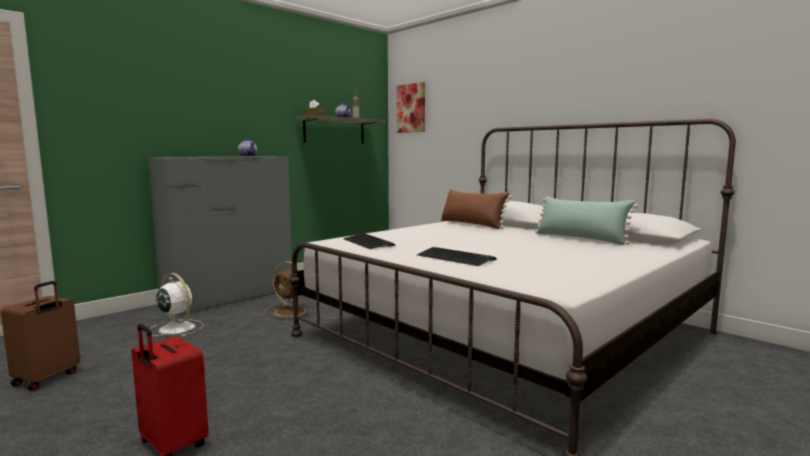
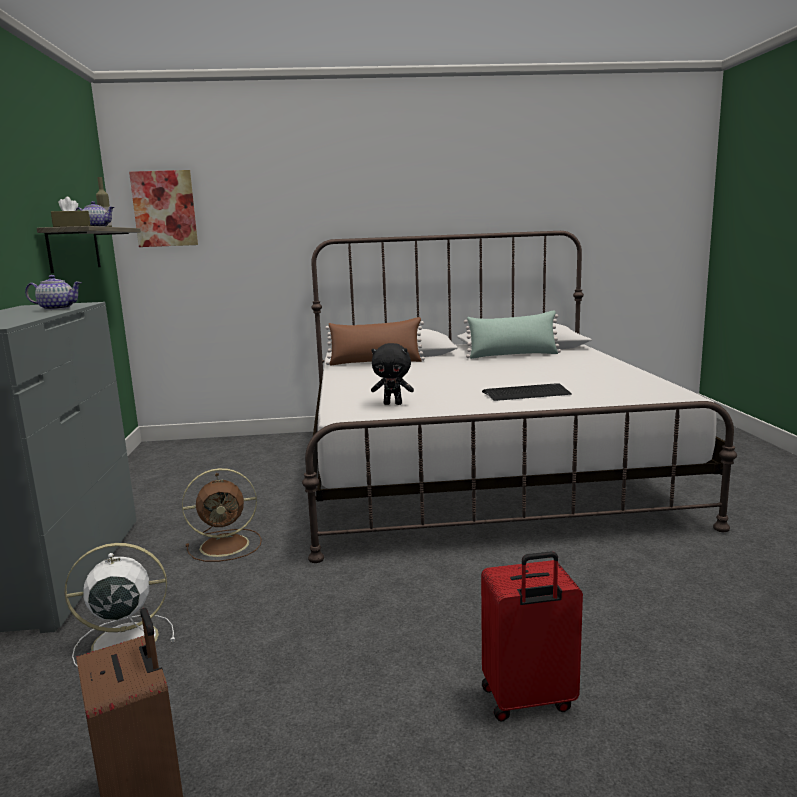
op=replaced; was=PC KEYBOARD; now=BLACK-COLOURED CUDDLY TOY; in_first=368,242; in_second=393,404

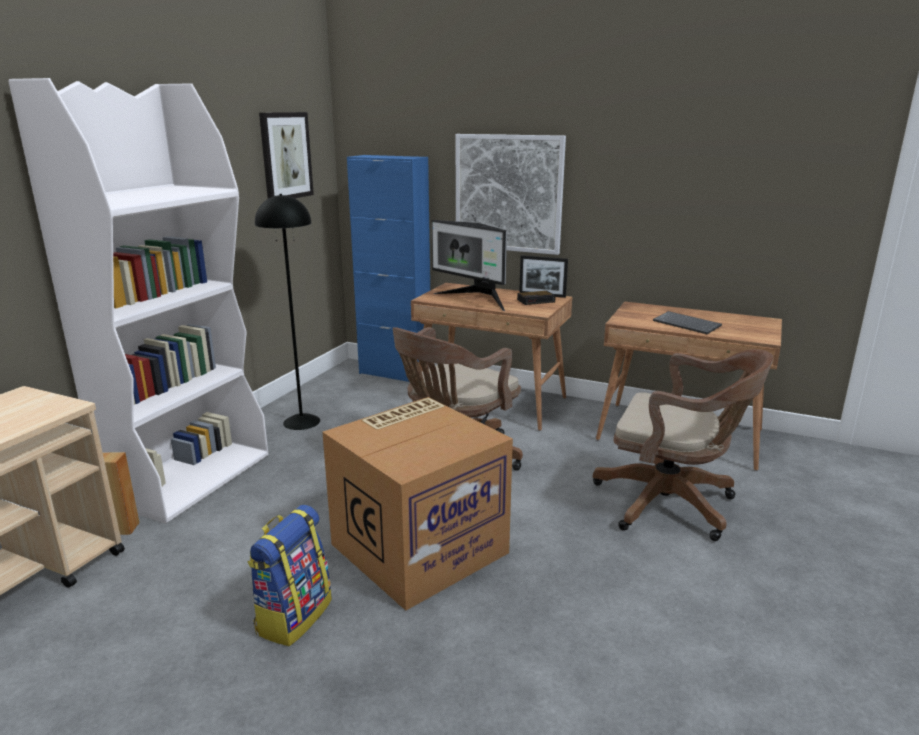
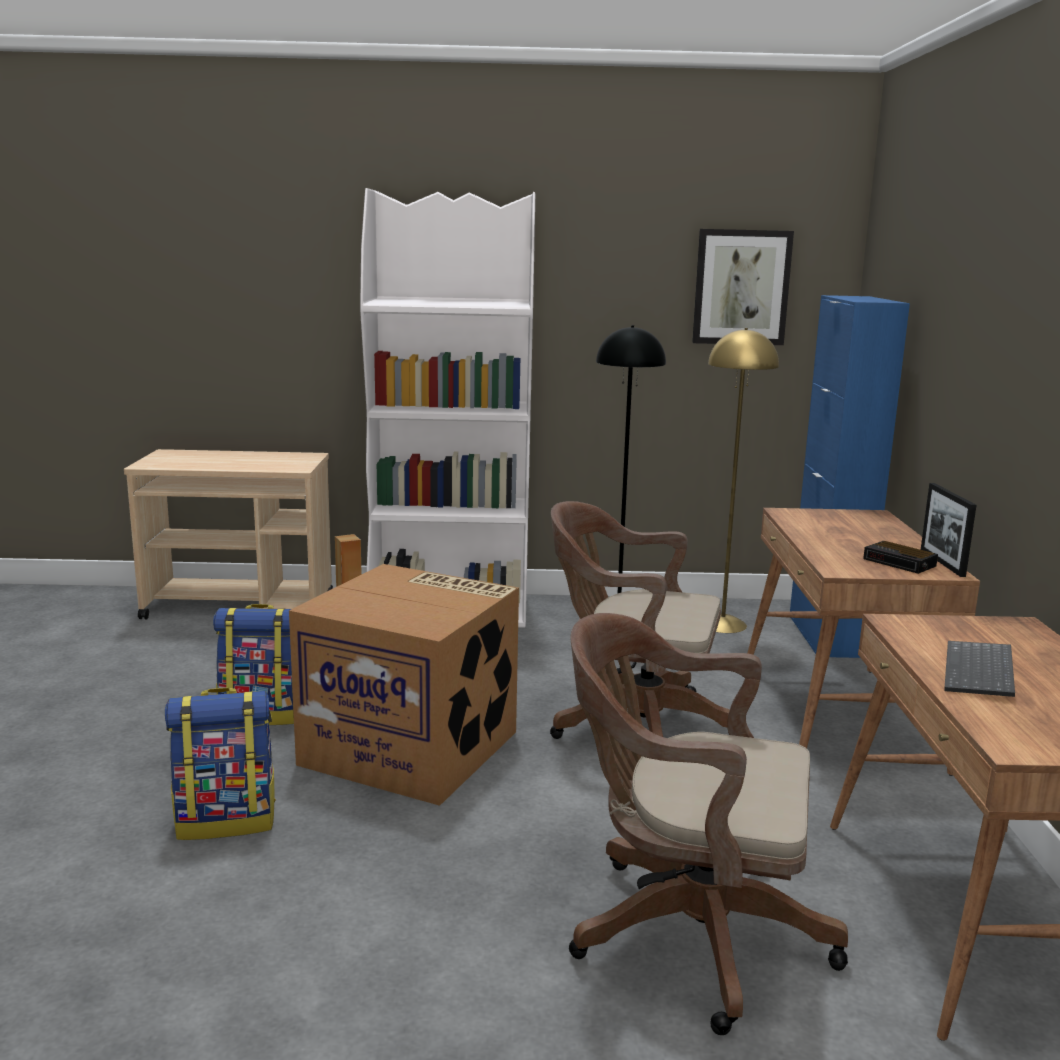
op=removed; was=WALL PICTURE; in_first=508,193
op=removed; was=MONITOR; in_first=476,299
op=turned; was=BROWNISH DESK CHAIR; in_first=672,504; in_second=686,932; clockwise=105
op=added; now=YELLOW-COLOURED FLOOR LAMP; in_second=722,624
op=added; now=RUCKSACK; in_second=227,820

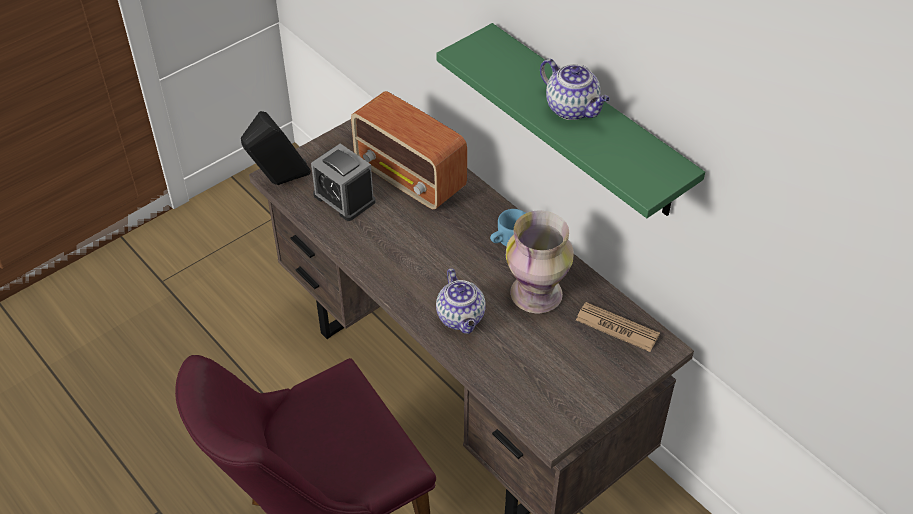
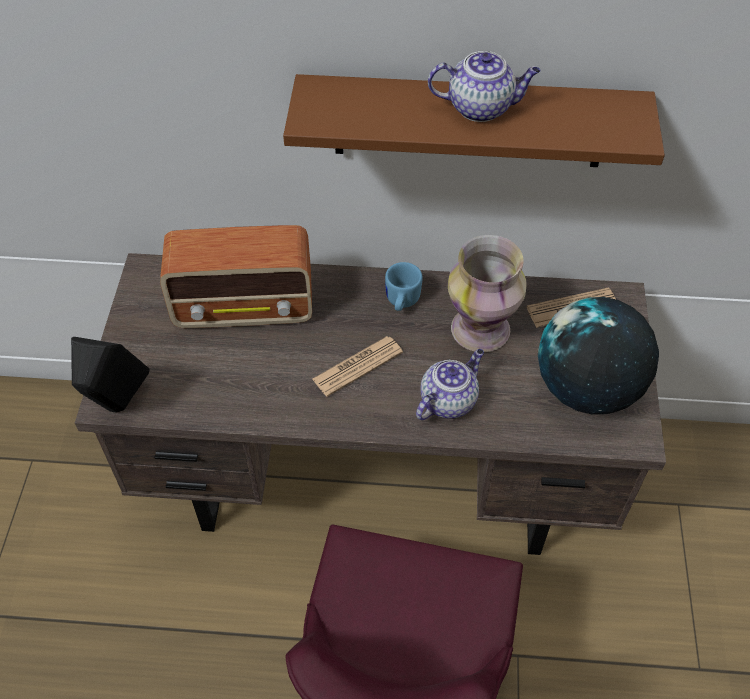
op=recoloured; was=GREEN WALL SHELF; now=BROWNISH WALL SHELF; in_first=588,123; in_second=469,121
op=removed; was=ALARM CLOCK; in_first=344,198
op=turned; was=POT FOR TEA; in_first=461,318; in_second=448,400; clockwise=-75
op=added; now=WORLD GLOBE; in_second=587,389
op=added; now=NEWSPAPER; in_second=357,366

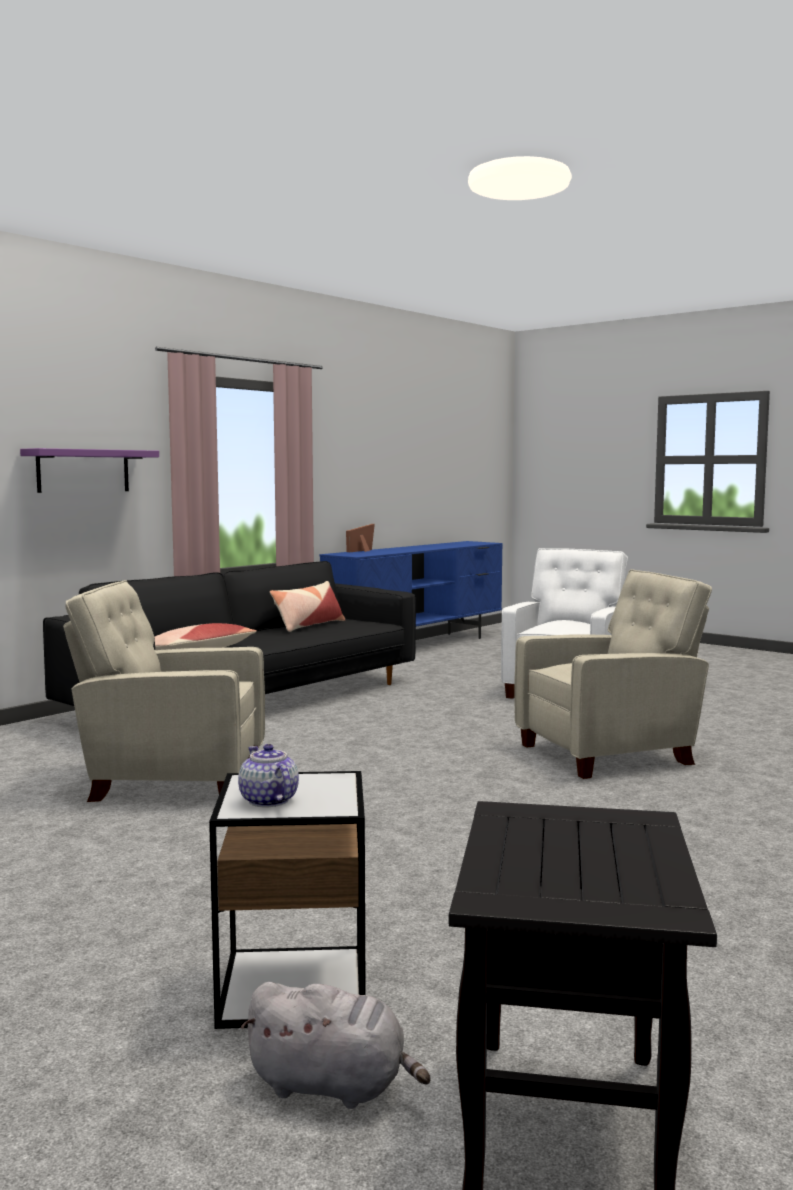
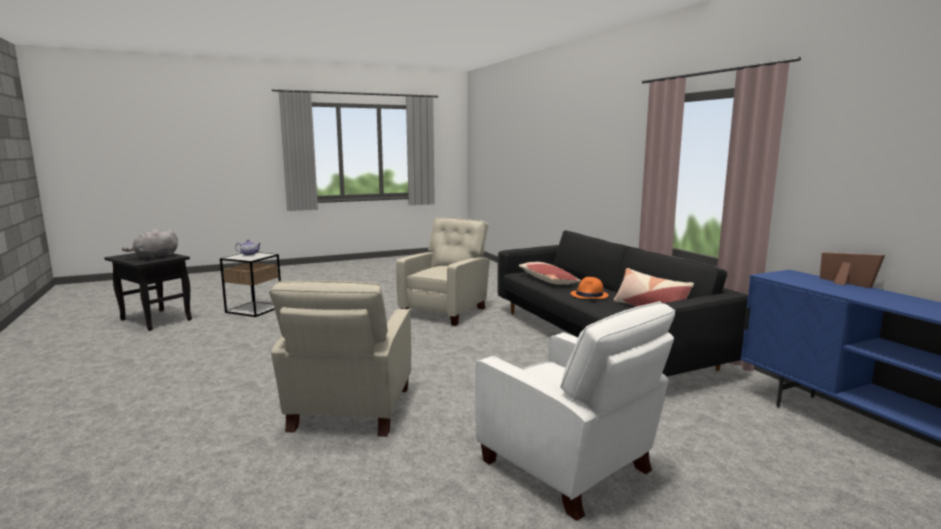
op=removed; was=PURPLE WALL SHELF; in_first=83,471
op=moved; was=GREY CUDDLY TOY; in_first=333,1086; in_second=155,256
op=added; now=ORANGE WEARABLE HAT; in_second=589,295

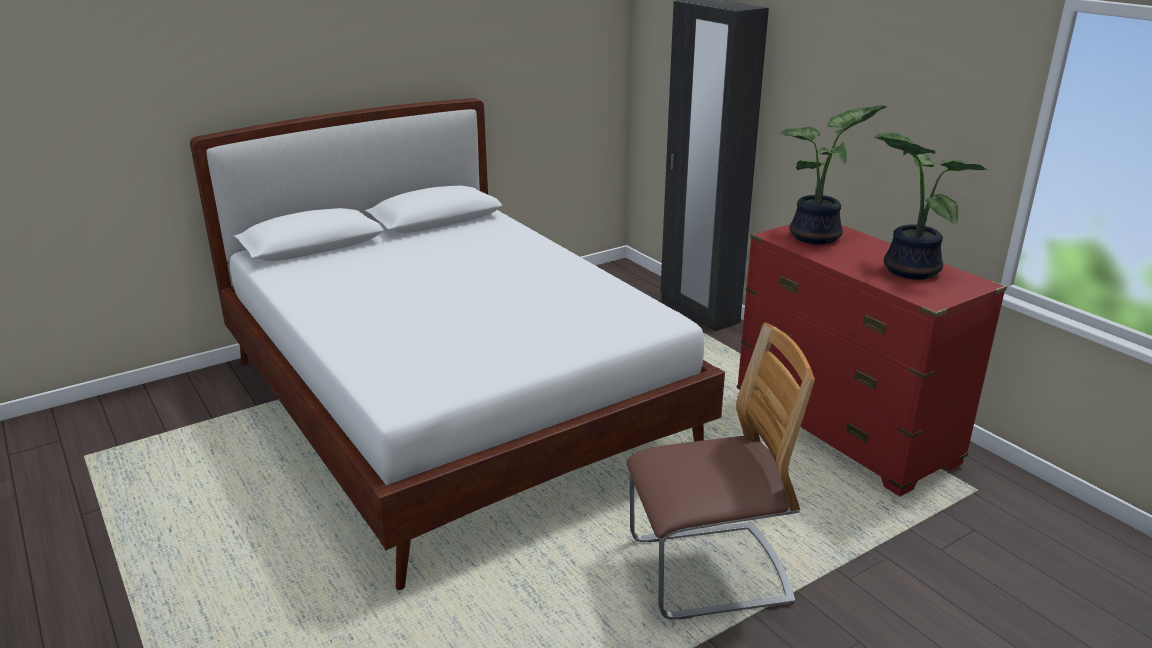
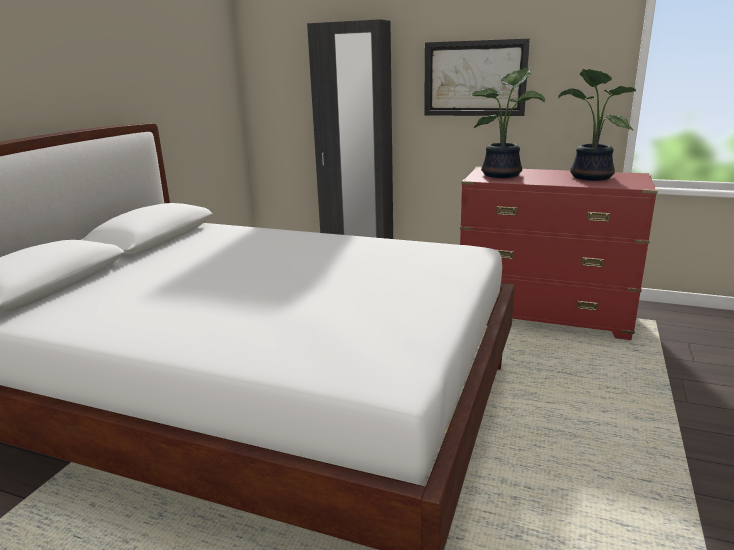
op=removed; was=CHAIR; in_first=708,571
op=added; now=WALL PICTURE; in_second=474,78

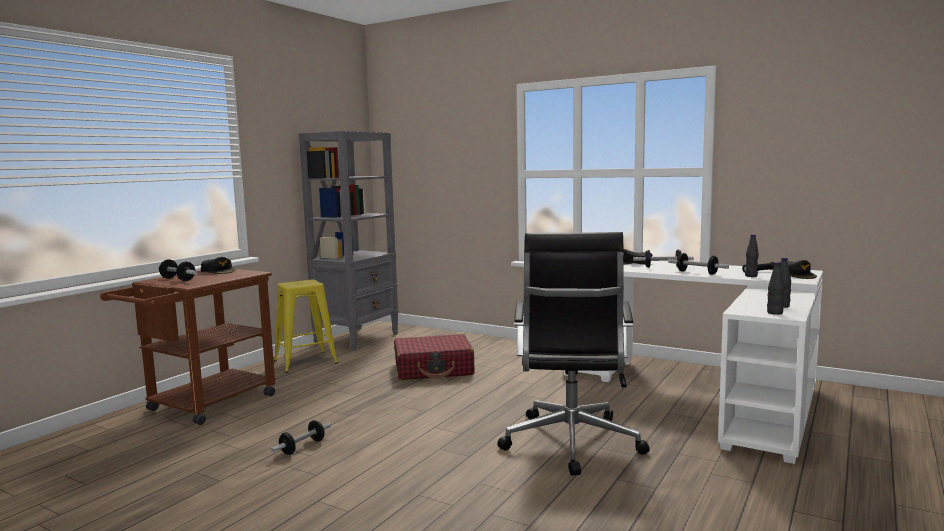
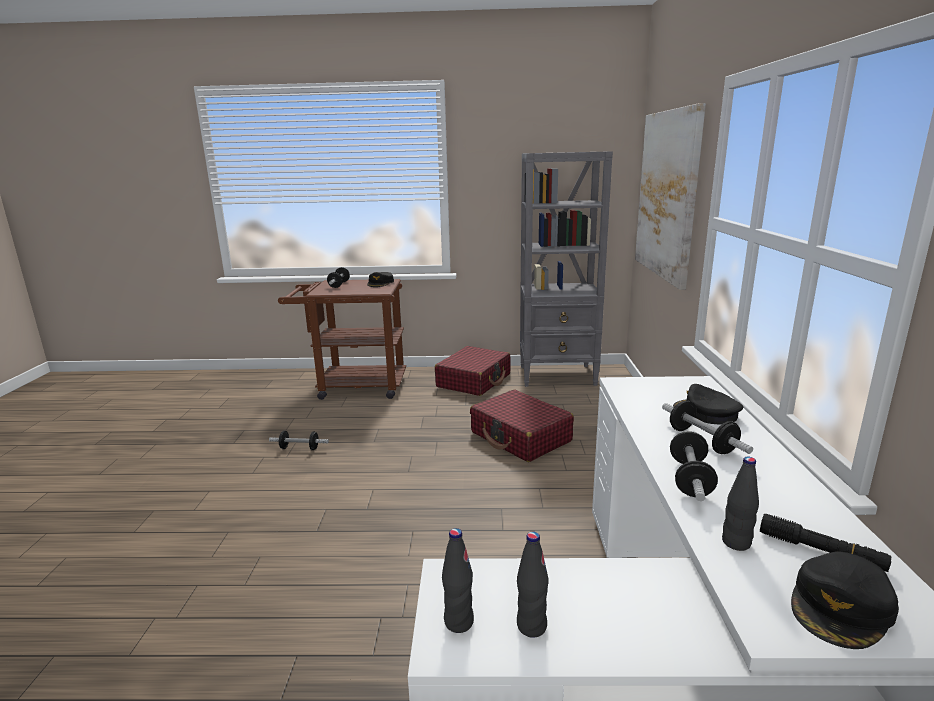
op=removed; was=BLACK-COLOURED DESK CHAIR; in_first=571,444
op=replaced; was=YELLOW-COLOURED SITTING STOOL; now=RED SUITCASE; in_first=305,362; in_second=474,380
op=added; now=WALL PICTURE; in_second=667,195

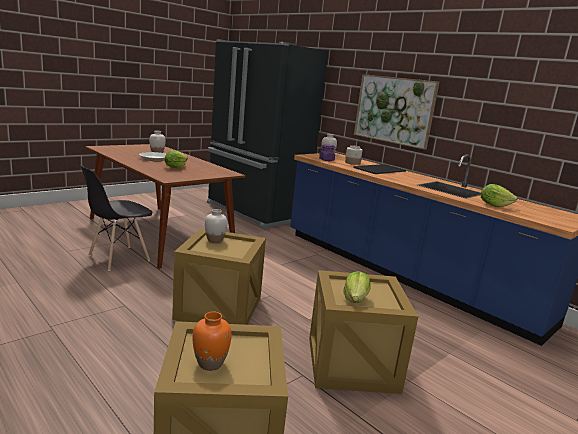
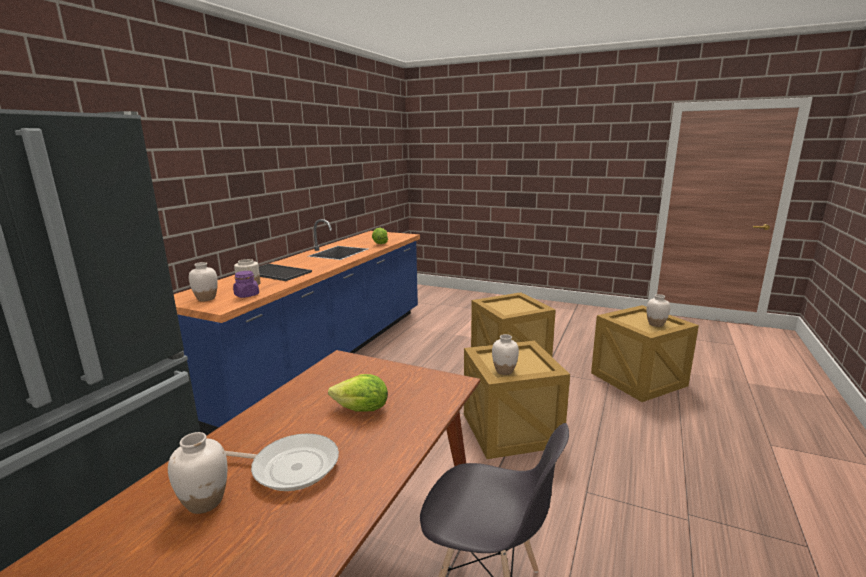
op=removed; was=WALL PICTURE; in_first=394,110
op=removed; was=LETTUCE; in_first=355,299
op=recoloured; was=ORANGE DECORATIVE VASE; now=WHITE-COLOURED DECORATIVE VASE; in_first=210,363; in_second=655,324

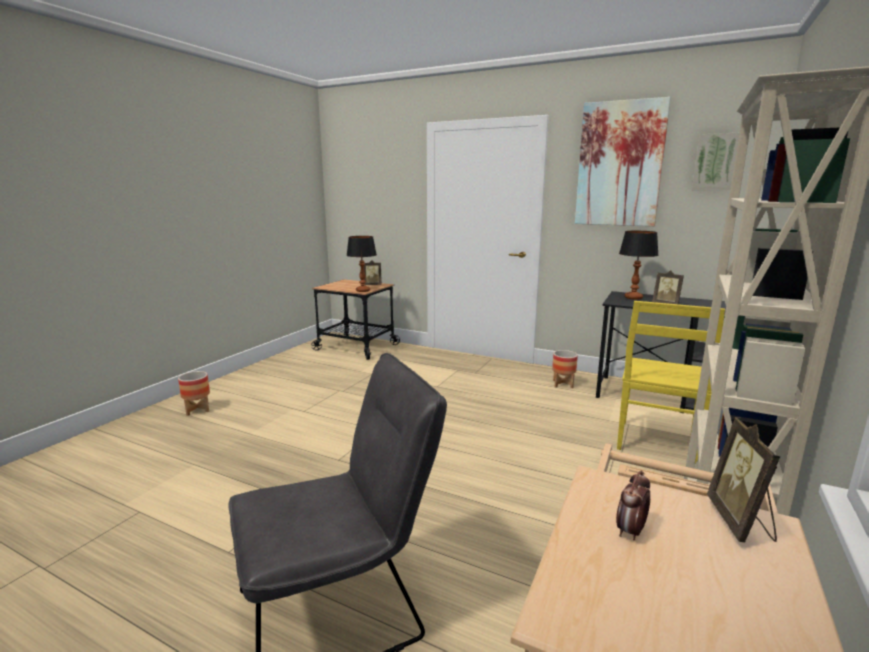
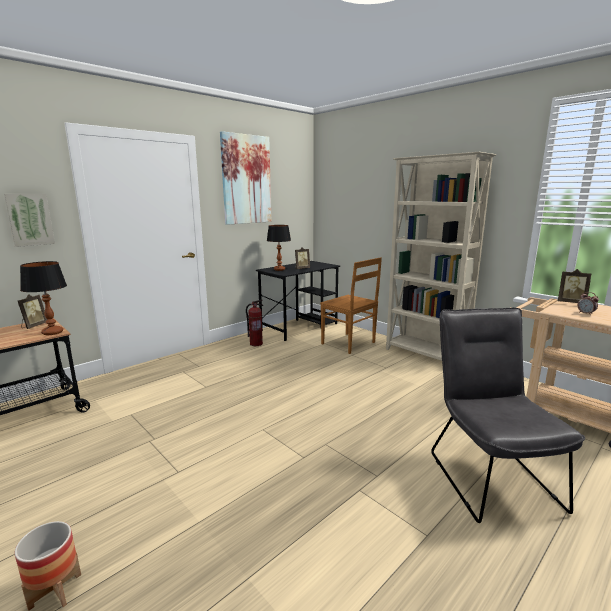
op=moved; was=WALL PICTURE; in_first=715,162; in_second=30,219
op=recoloured; was=YELLOW-COLOURED CHAIR; now=BROWNISH CHAIR; in_first=656,443; in_second=349,343
op=replaced; was=FLOWER POT; now=FIRE EXTINGUISHER; in_first=563,384; in_second=256,344

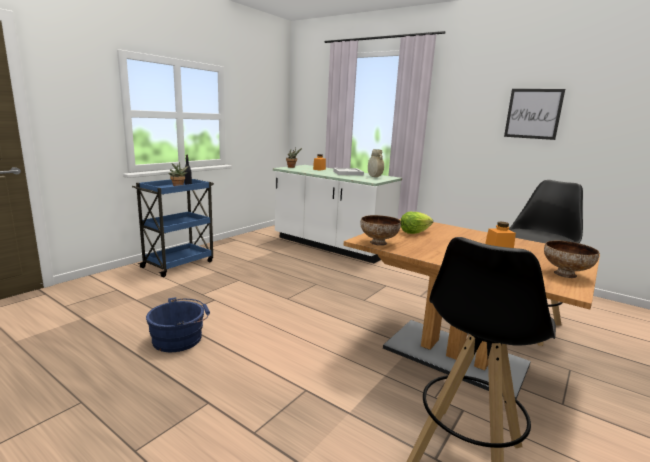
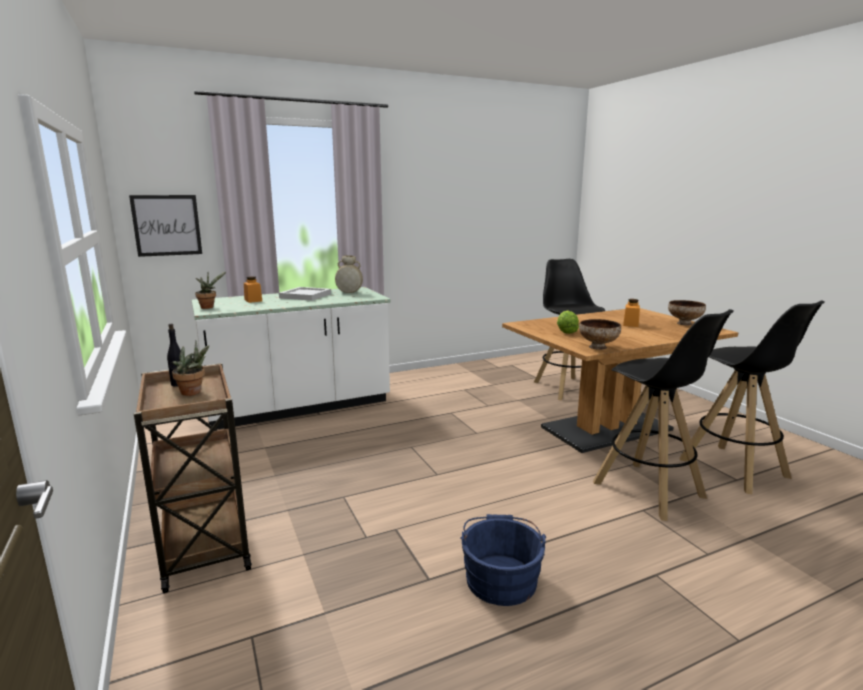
op=moved; was=WALL PICTURE; in_first=533,114; in_second=167,225
op=recoloured; was=BLUE-COLOURED WHEELED CART; now=BROWNISH WHEELED CART; in_first=179,264; in_second=204,543
op=added; now=BLACK-COLOURED SITTING STOOL; in_second=649,490

